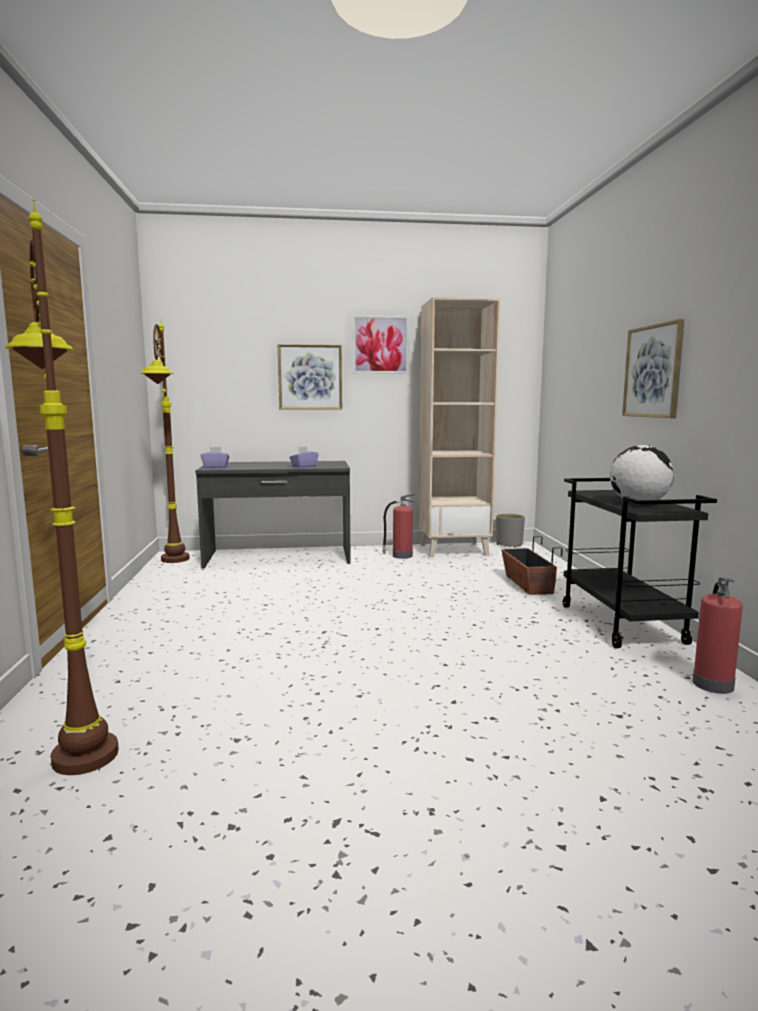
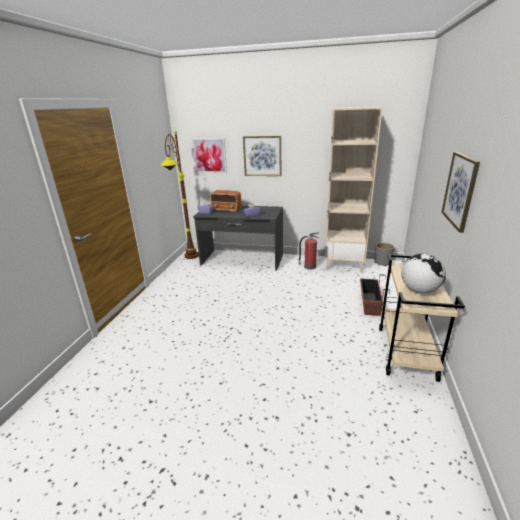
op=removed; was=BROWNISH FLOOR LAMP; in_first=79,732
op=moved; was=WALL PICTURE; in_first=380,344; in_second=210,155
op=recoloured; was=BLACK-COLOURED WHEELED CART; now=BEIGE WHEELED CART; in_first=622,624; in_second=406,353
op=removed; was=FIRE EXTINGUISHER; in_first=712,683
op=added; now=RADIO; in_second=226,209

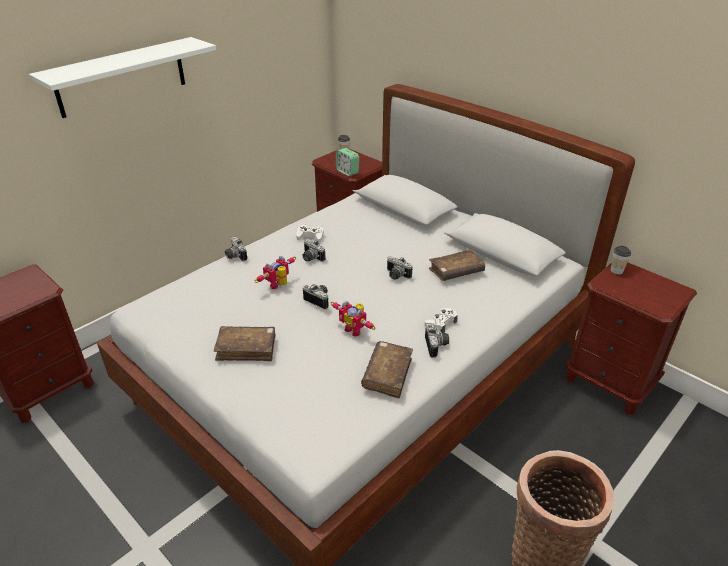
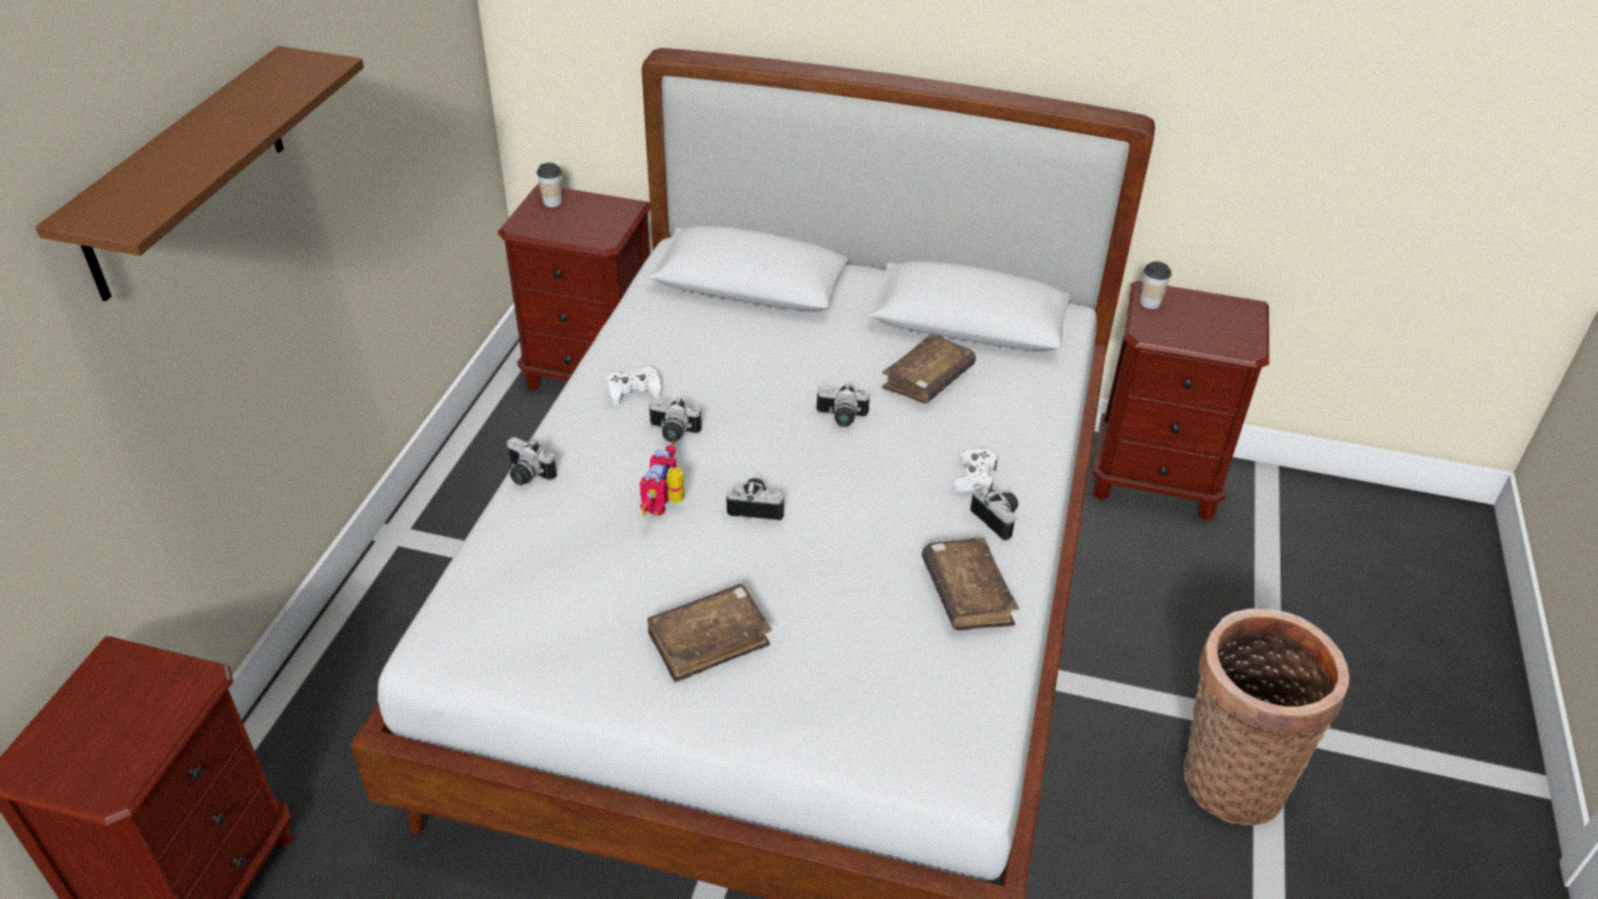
op=recoloured; was=WHITE-COLOURED WALL SHELF; now=BROWNISH WALL SHELF; in_first=121,77; in_second=184,173
op=removed; was=ALARM CLOCK; in_first=347,172
op=removed; was=MODEL ROBOT; in_first=355,329

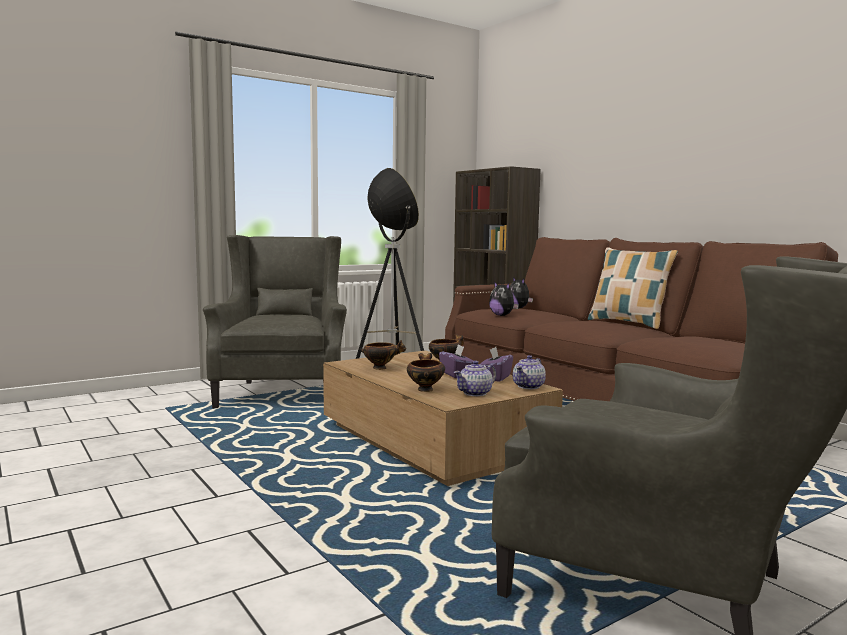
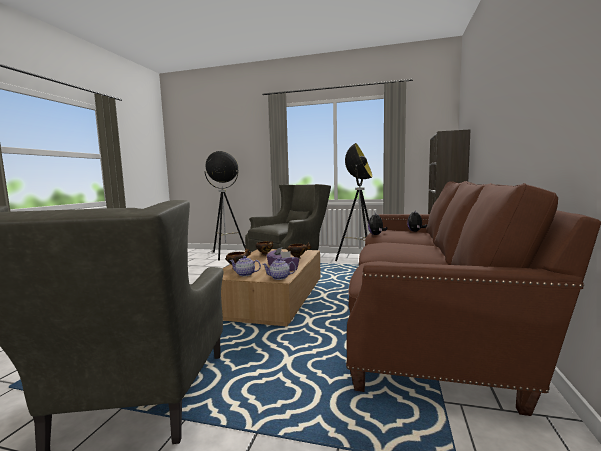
op=removed; was=CUSHION; in_first=628,323
op=added; now=FLOOR LAMP; in_second=226,255

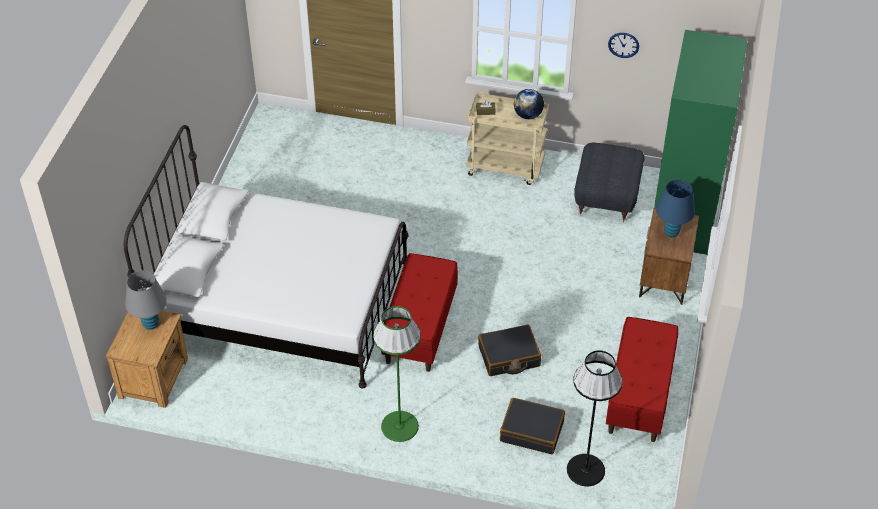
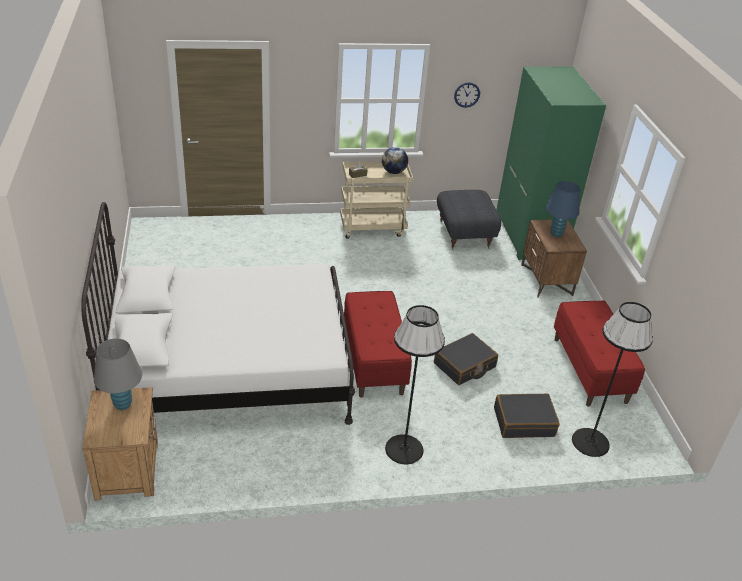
op=recoloured; was=GREEN FLOOR LAMP; now=BLACK-COLOURED FLOOR LAMP; in_first=399,426; in_second=404,449

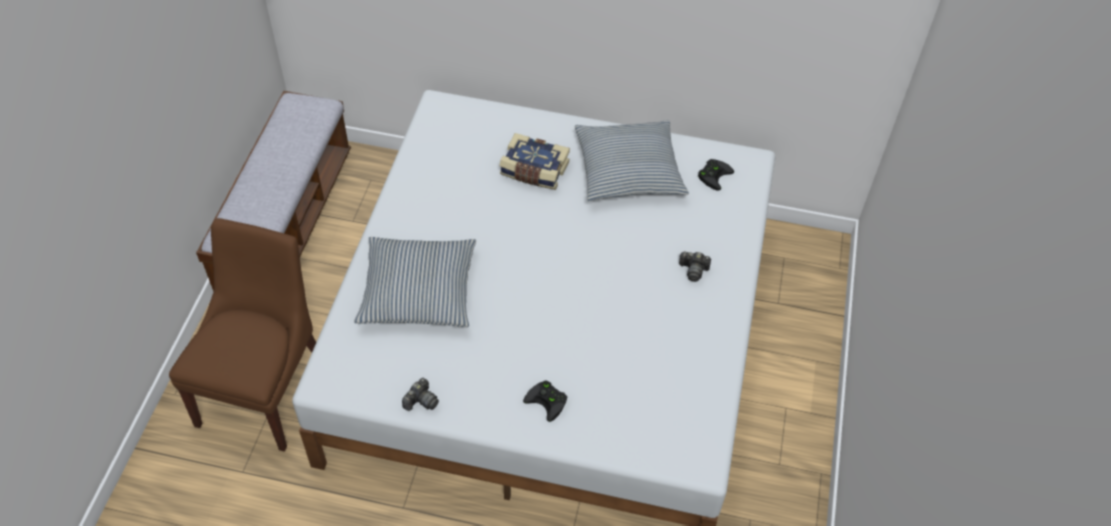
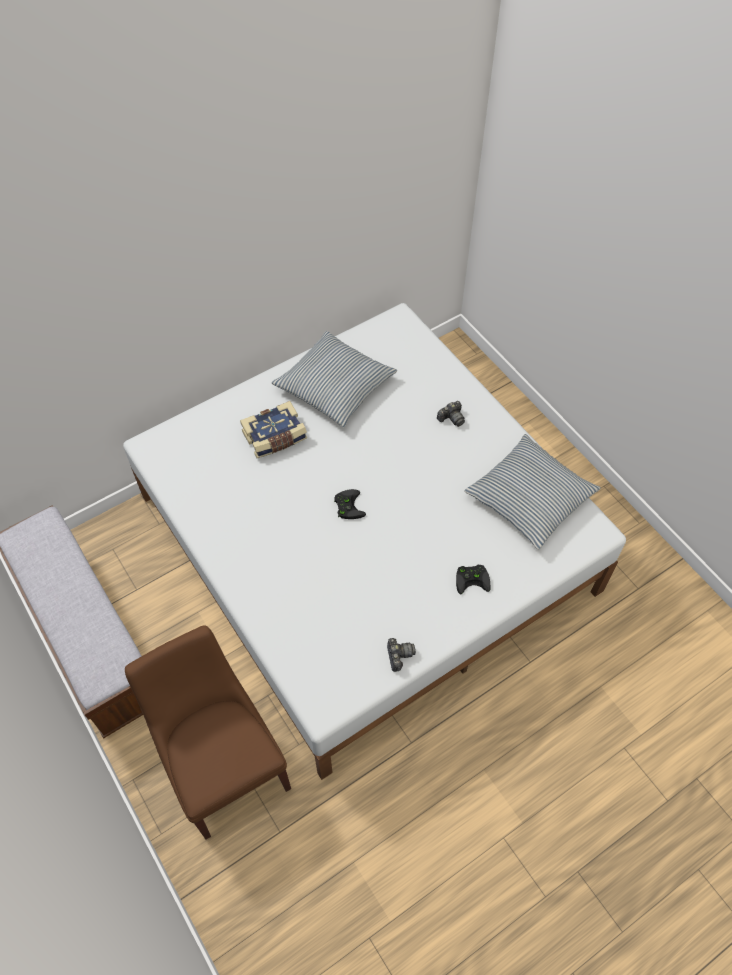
op=moved; was=BLACK-COLOURED GAME CONTROLLER; in_first=714,174; in_second=347,505
op=moved; was=CUSHION; in_first=418,291; in_second=529,498

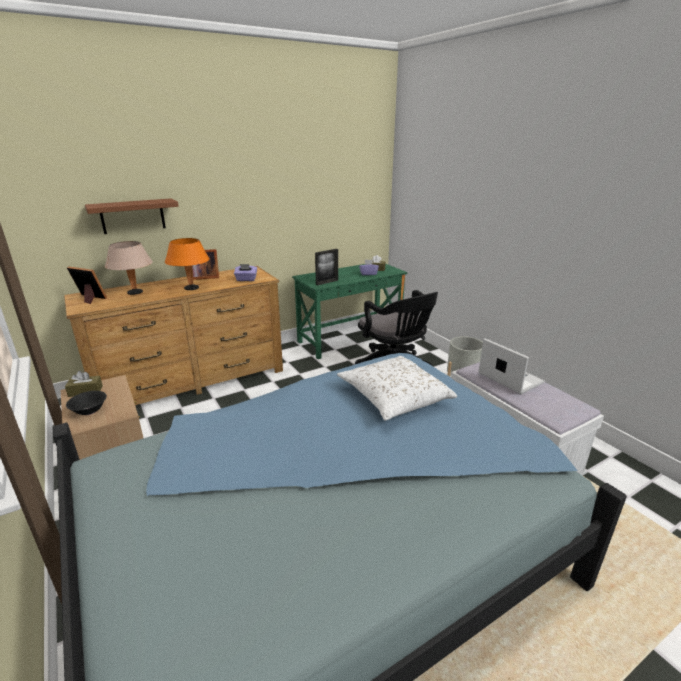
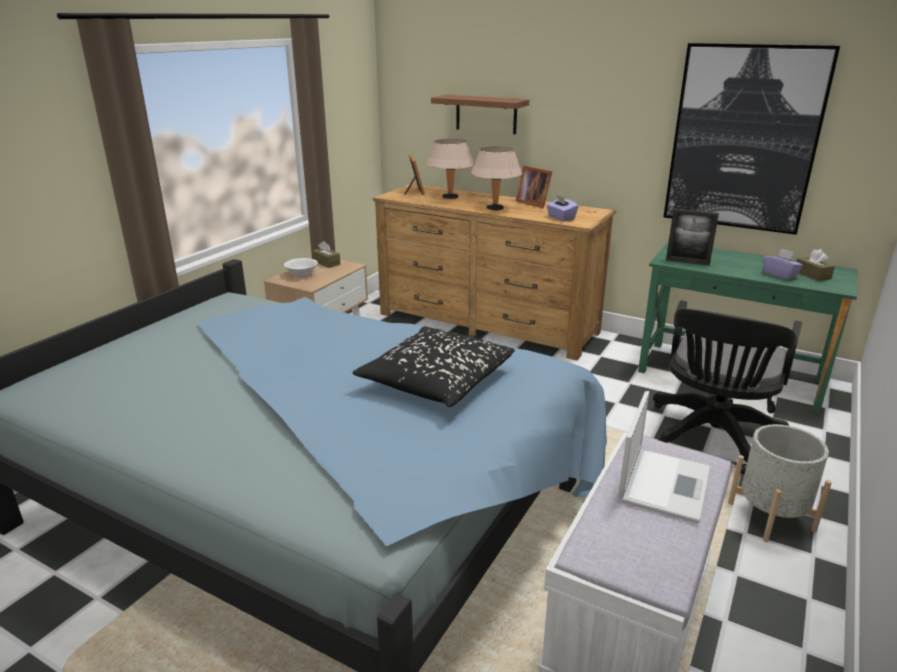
op=recoloured; was=ORANGE LAMP FOR A TABLE; now=BEIGE LAMP FOR A TABLE; in_first=191,288; in_second=495,208
op=recoloured; was=WHITE-COLOURED CUSHION; now=BLACK-COLOURED CUSHION; in_first=393,397; in_second=436,380
op=recoloured; was=BLACK-COLOURED BOWL; now=WHITE-COLOURED BOWL; in_first=89,411; in_second=301,275
op=added; now=WALL PICTURE; in_second=743,139

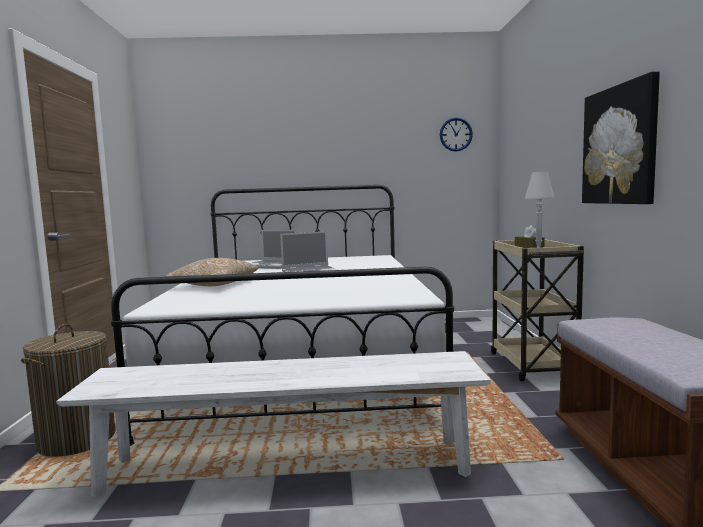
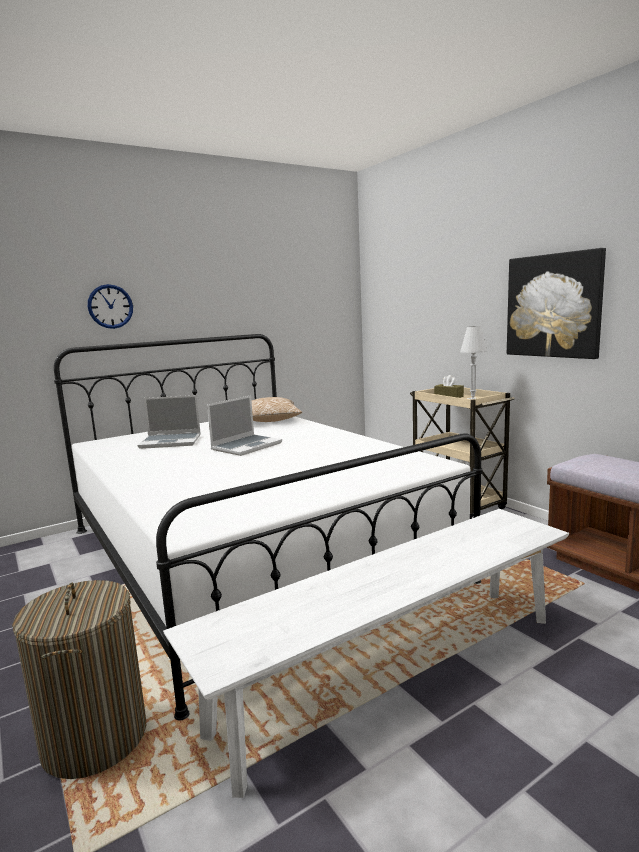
op=moved; was=CLOCK ON THE WALL; in_first=455,134; in_second=110,306
op=moved; was=CUSHION; in_first=214,285; in_second=271,421

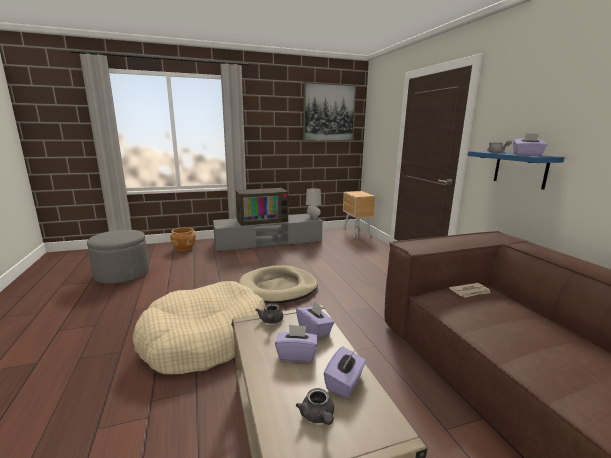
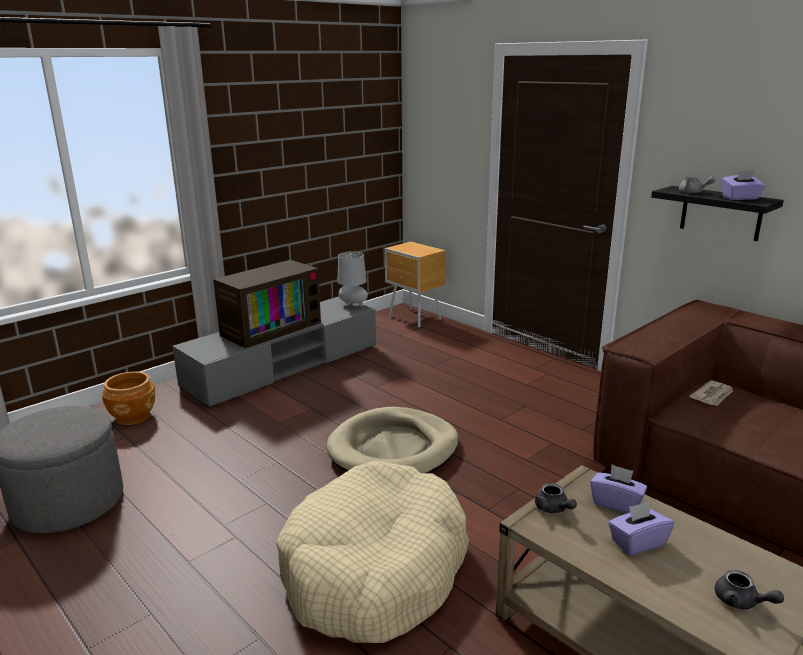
op=removed; was=WALL PICTURE; in_first=329,113
op=recoloured; was=BLUE-COLOURED WALL SHELF; now=BLACK-COLOURED WALL SHELF; in_first=520,169; in_second=721,213
op=removed; was=PURPLE TISSUE BOX; in_first=344,383

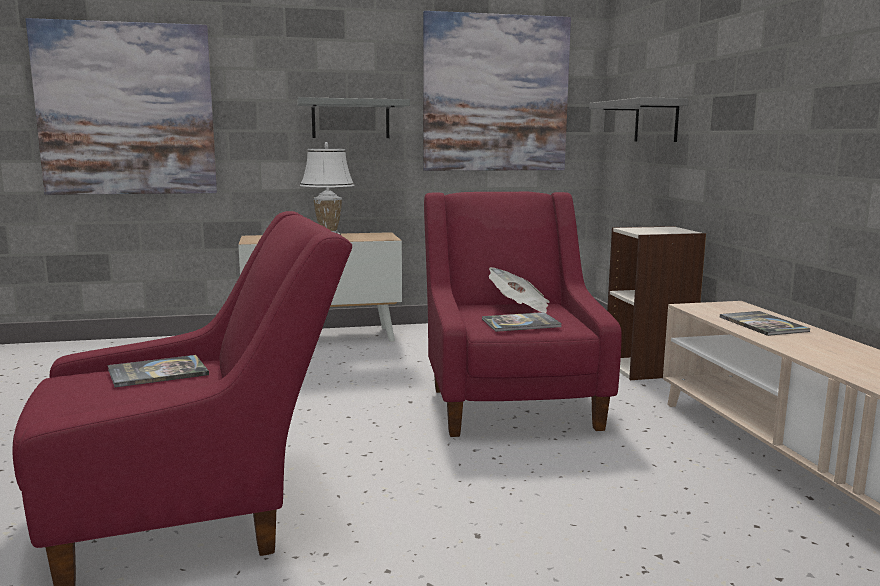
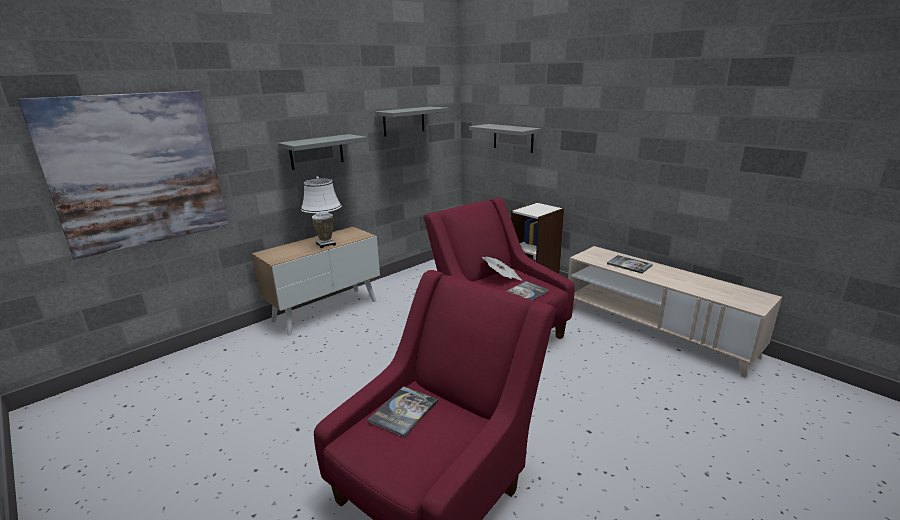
op=replaced; was=WALL PICTURE; now=GREY WALL SHELF; in_first=496,94; in_second=404,121

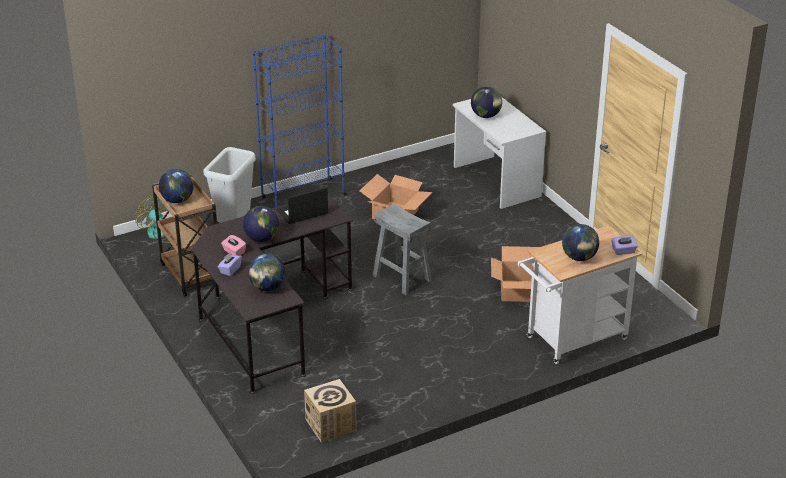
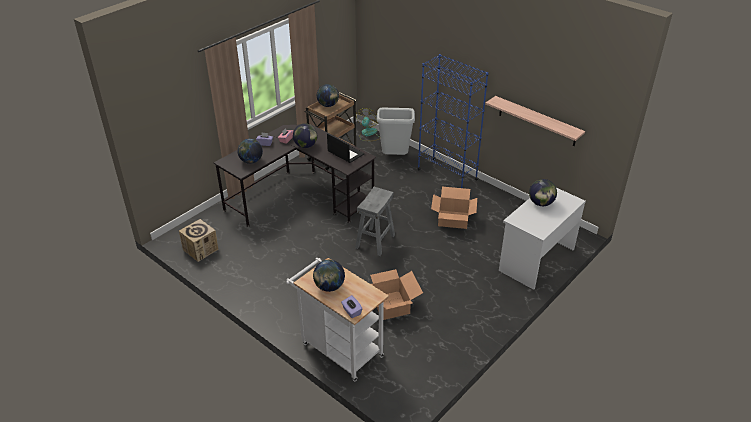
op=added; now=WALL SHELF; in_second=537,121

